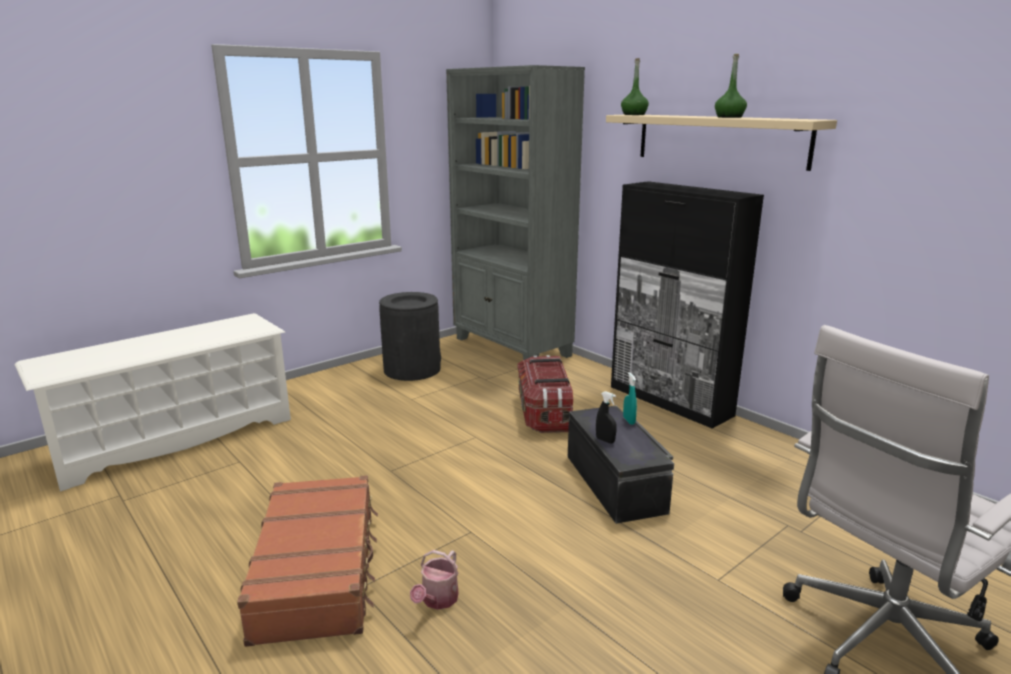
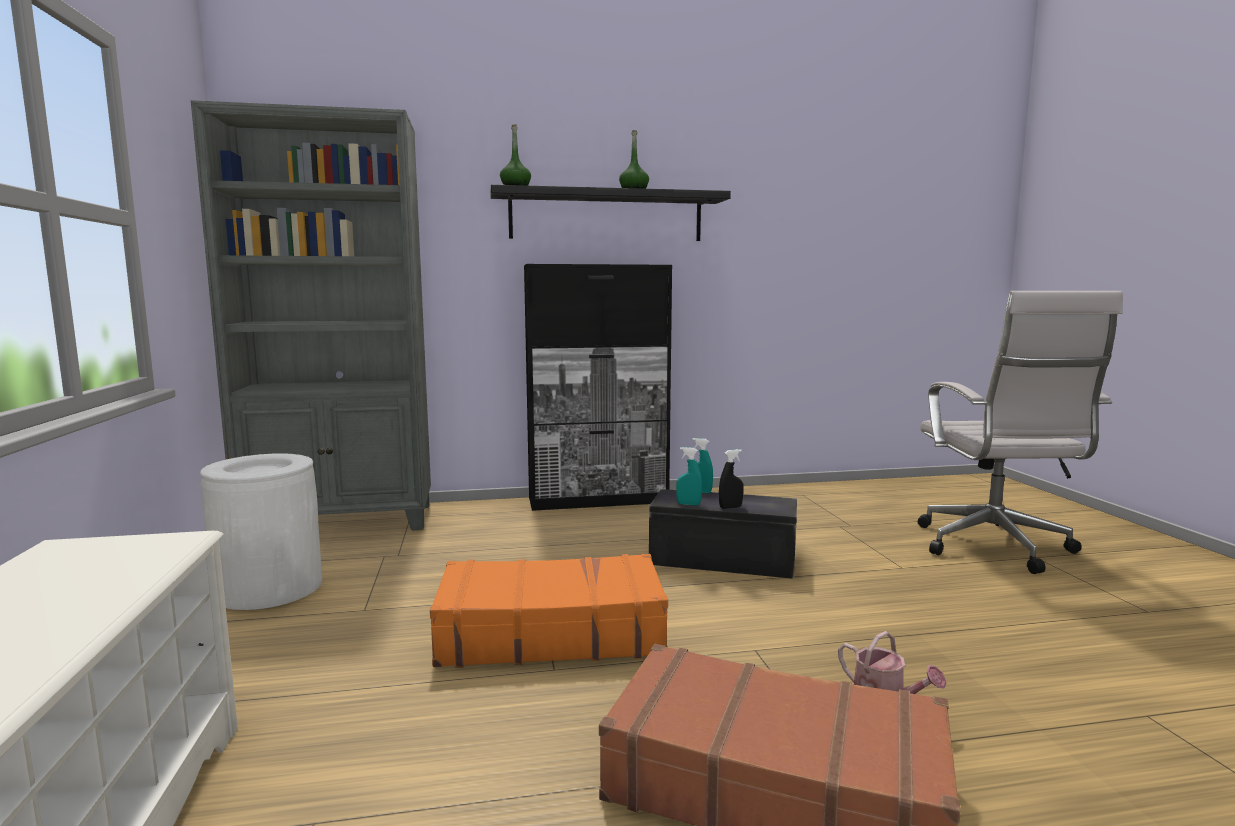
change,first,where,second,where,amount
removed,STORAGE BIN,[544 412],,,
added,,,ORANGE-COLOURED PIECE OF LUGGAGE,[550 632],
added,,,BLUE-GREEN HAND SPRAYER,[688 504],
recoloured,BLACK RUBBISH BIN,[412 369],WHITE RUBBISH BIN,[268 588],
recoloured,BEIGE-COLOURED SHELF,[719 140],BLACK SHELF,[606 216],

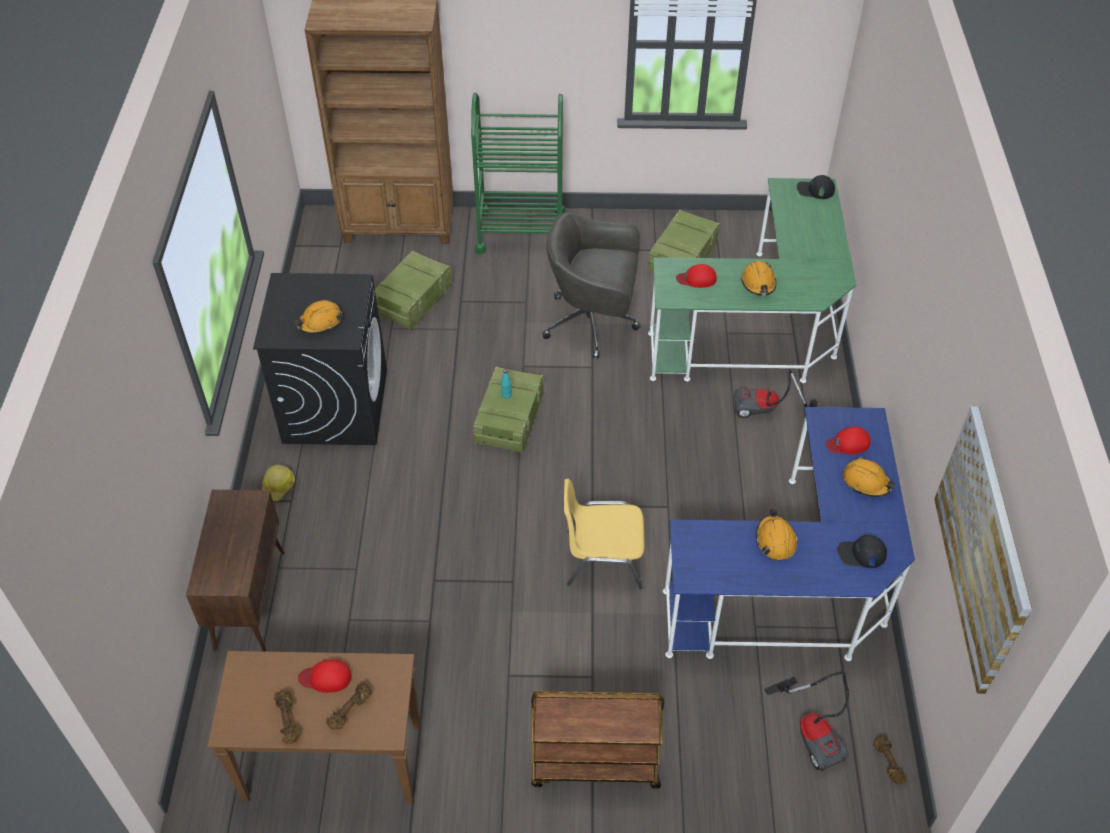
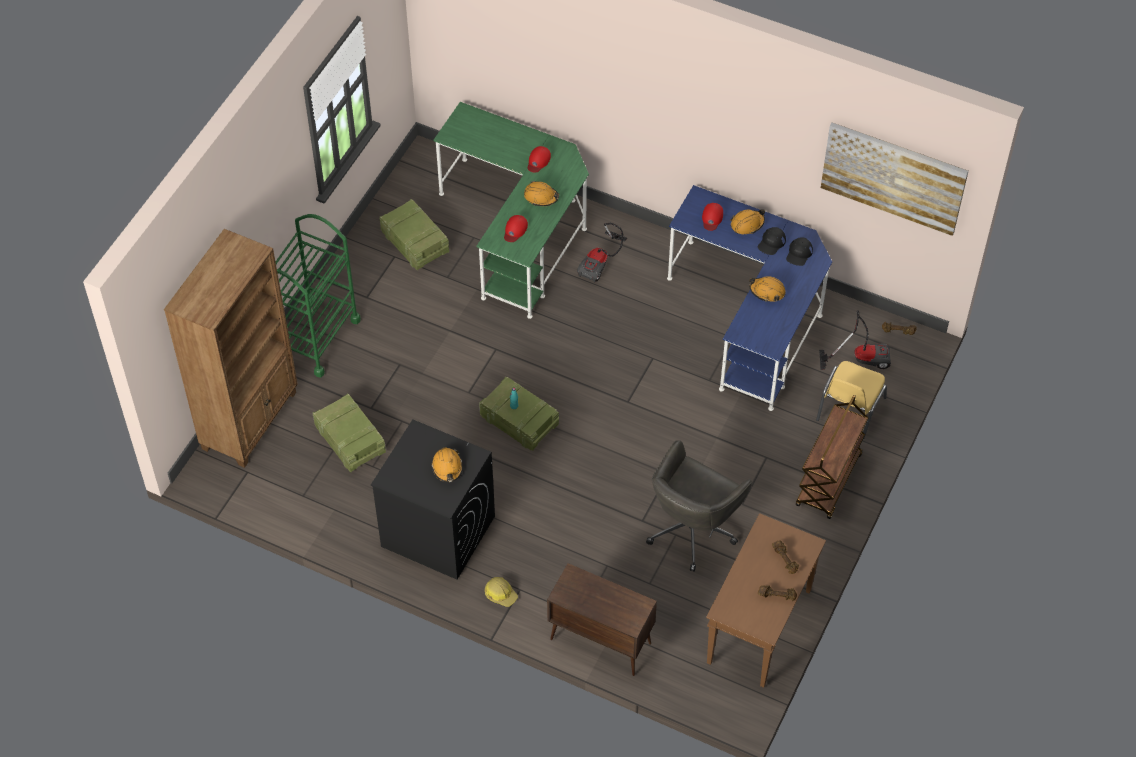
change,first,where,second,where,amount
moved,RED-COLOURED PEAKED CAP,[326 677],,[538 161],
moved,GREY DESK CHAIR,[593 323],,[693 528],
moved,YELLOW PLAIN CHAIR,[602 558],,[849 409],
moved,BLACK PEAKED CAP,[815 190],,[771 243],

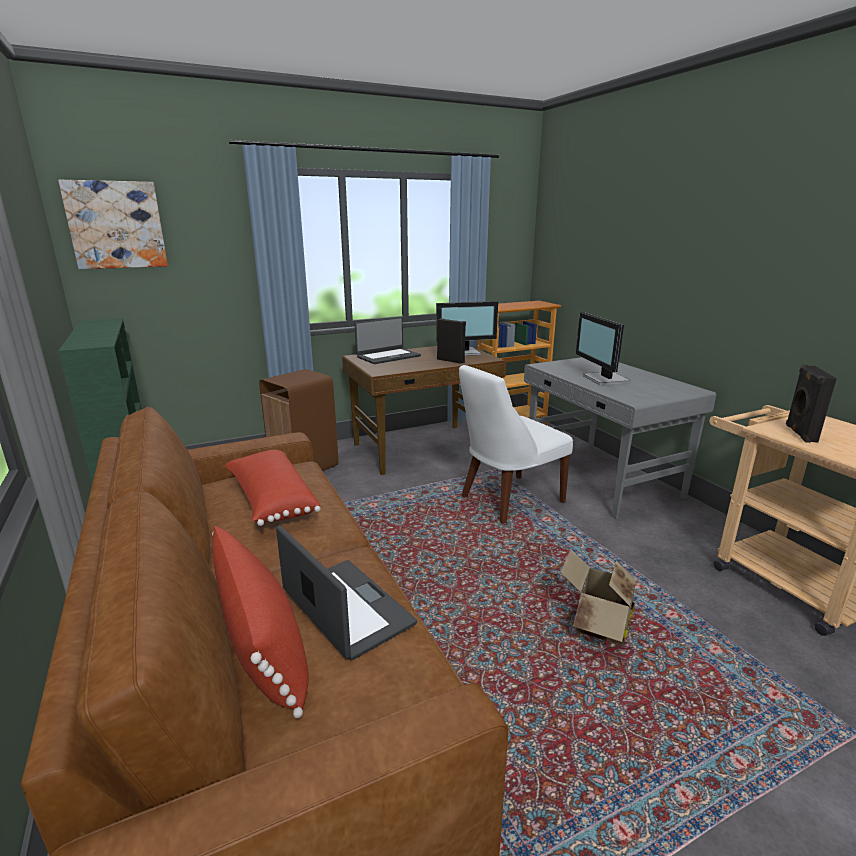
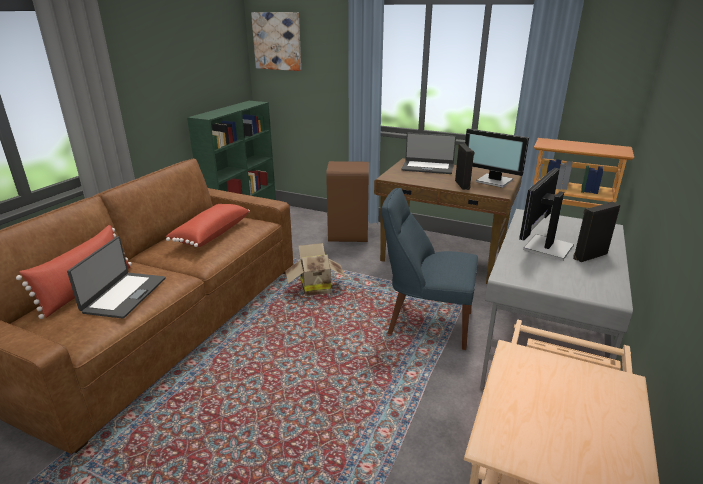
change,first,where,second,where,amount
moved,CARDBOARD BOX,[597 625],,[314 287],
moved,BLACK LOUDSPEAKER,[799 433],,[589 255],
recoloured,WHITE PLAIN CHAIR,[508 500],BLUE-COLOURED PLAIN CHAIR,[425 322],

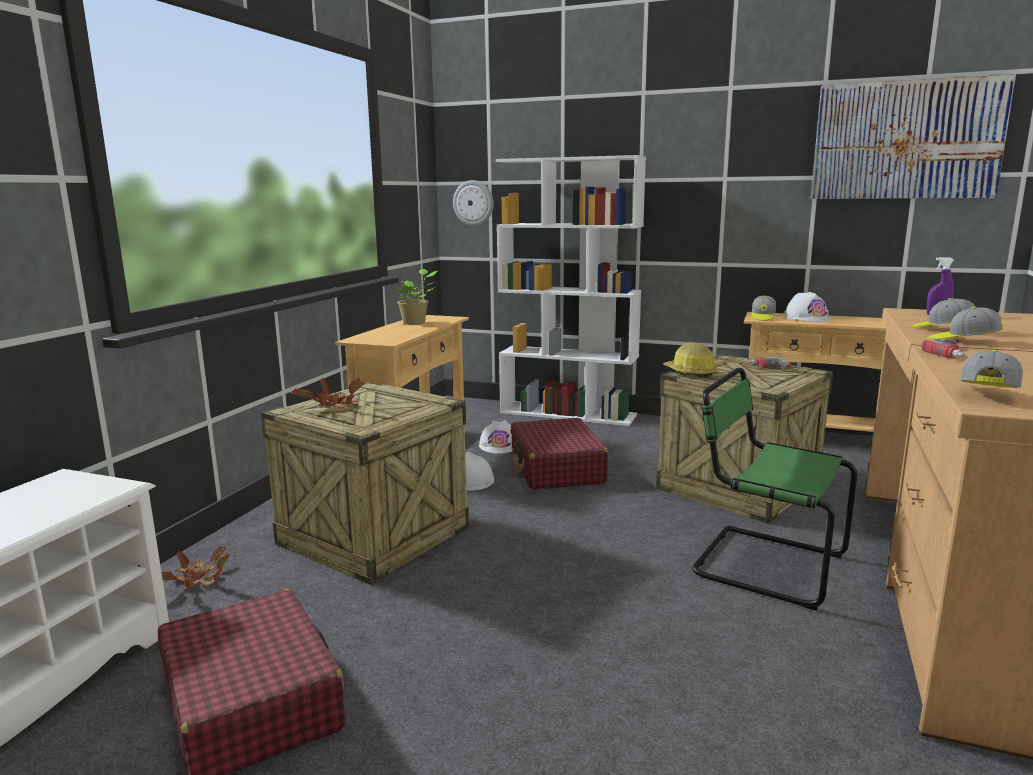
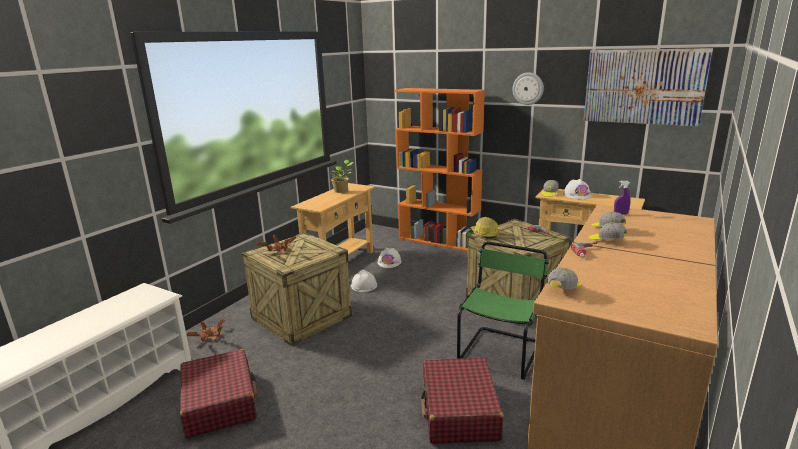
change,first,where,second,where,amount
moved,CLOCK ON THE WALL,[473 203],,[528 88],
moved,RED-COLOURED PIECE OF LUGGAGE,[556 469],,[459 411],
recoloured,WHITE BOOKCASE,[568 413],ORANGE-COLOURED BOOKCASE,[439 241],
turned,GREEN-COLOURED PLAIN CHAIR,[763 564],,[501 351],75 degrees clockwise

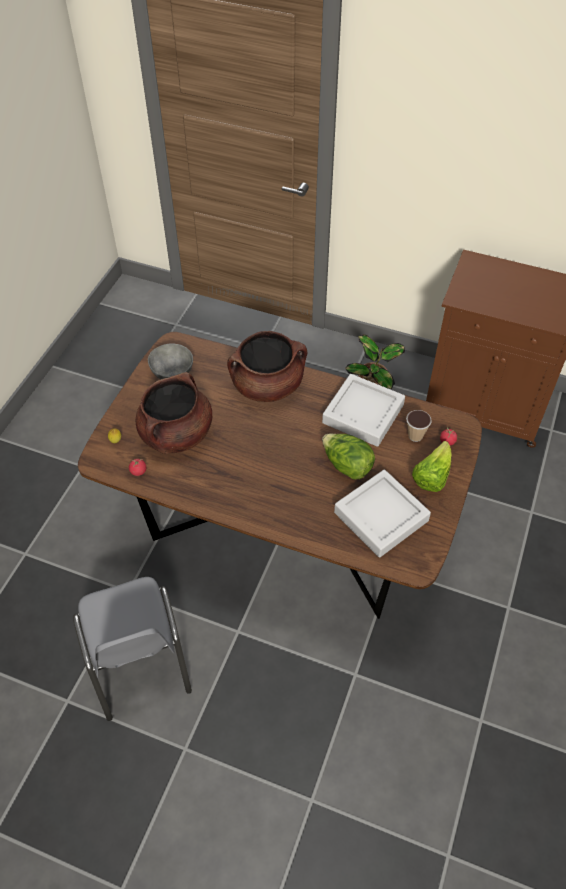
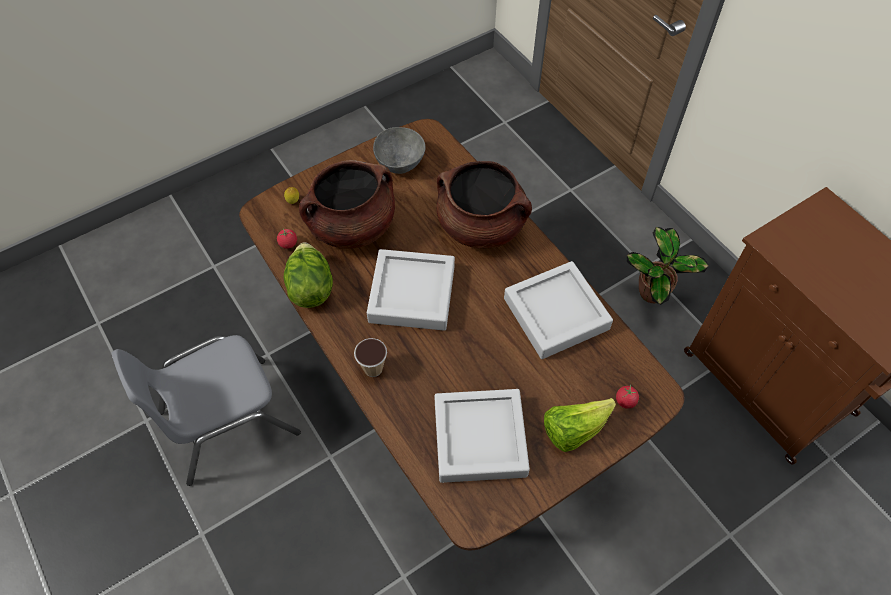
change,first,where,second,where,amount
added,,,GREY TRAY,[412 294],
moved,LETTUCE,[346 466],,[310 288],
moved,CUP,[415 436],,[373 368],
turned,GREY PLAIN CHAIR,[136 658],,[227 421],45 degrees clockwise

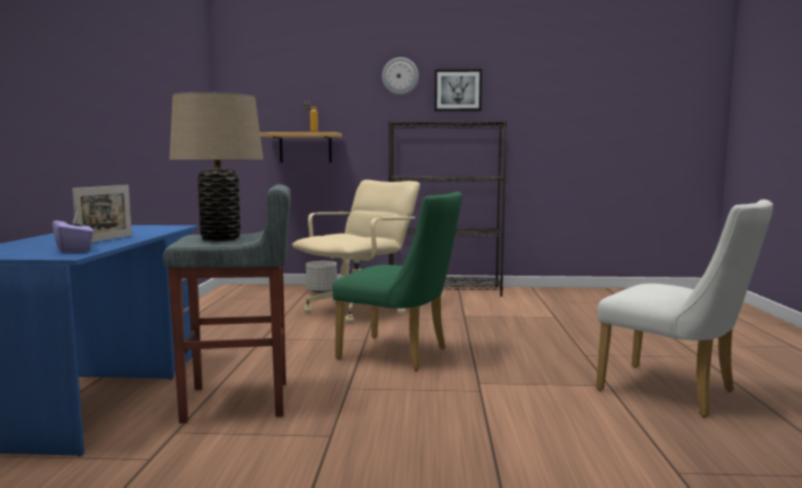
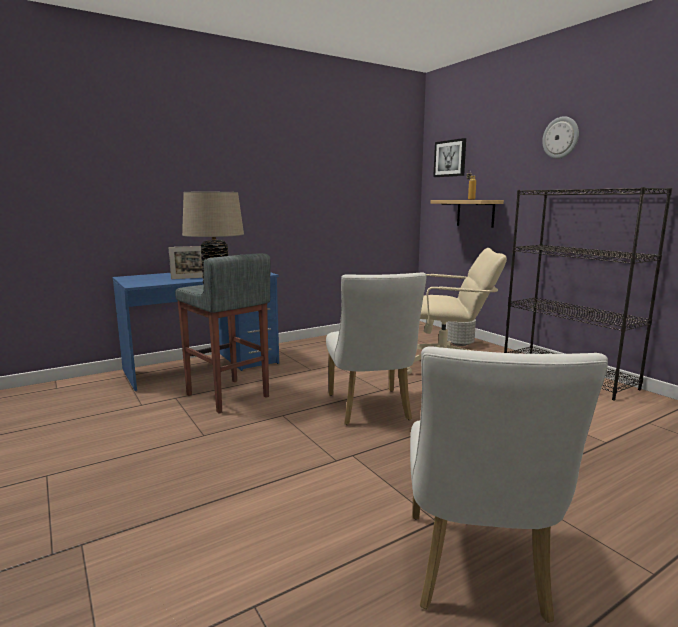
change,first,where,second,where,amount
removed,PURPLISH TISSUE HOLDER,[74 249],,,
moved,WALL ART,[457 90],,[450 158],
recoloured,GREEN-COLOURED PLAIN CHAIR,[400 354],WHITE PLAIN CHAIR,[370 410],

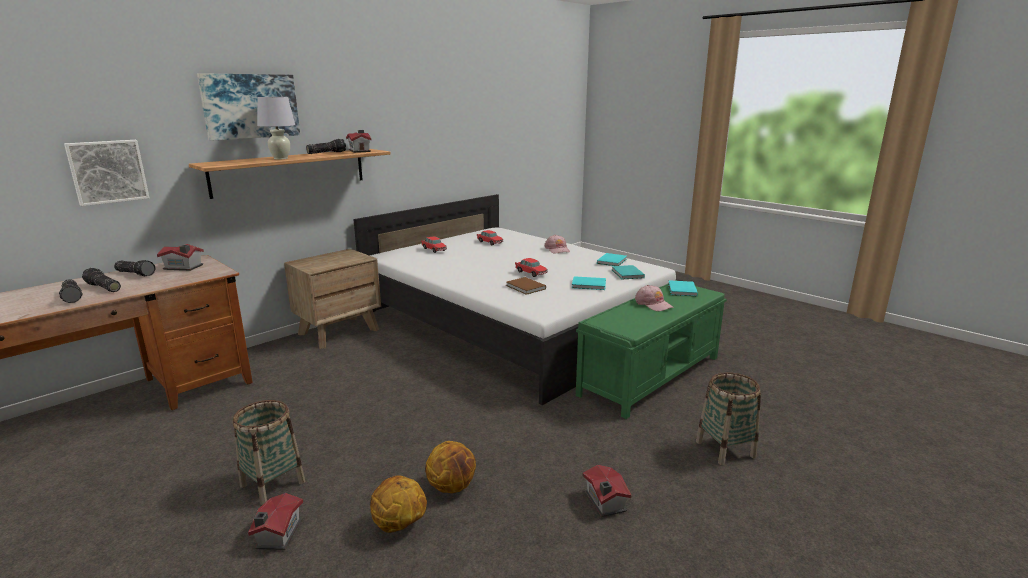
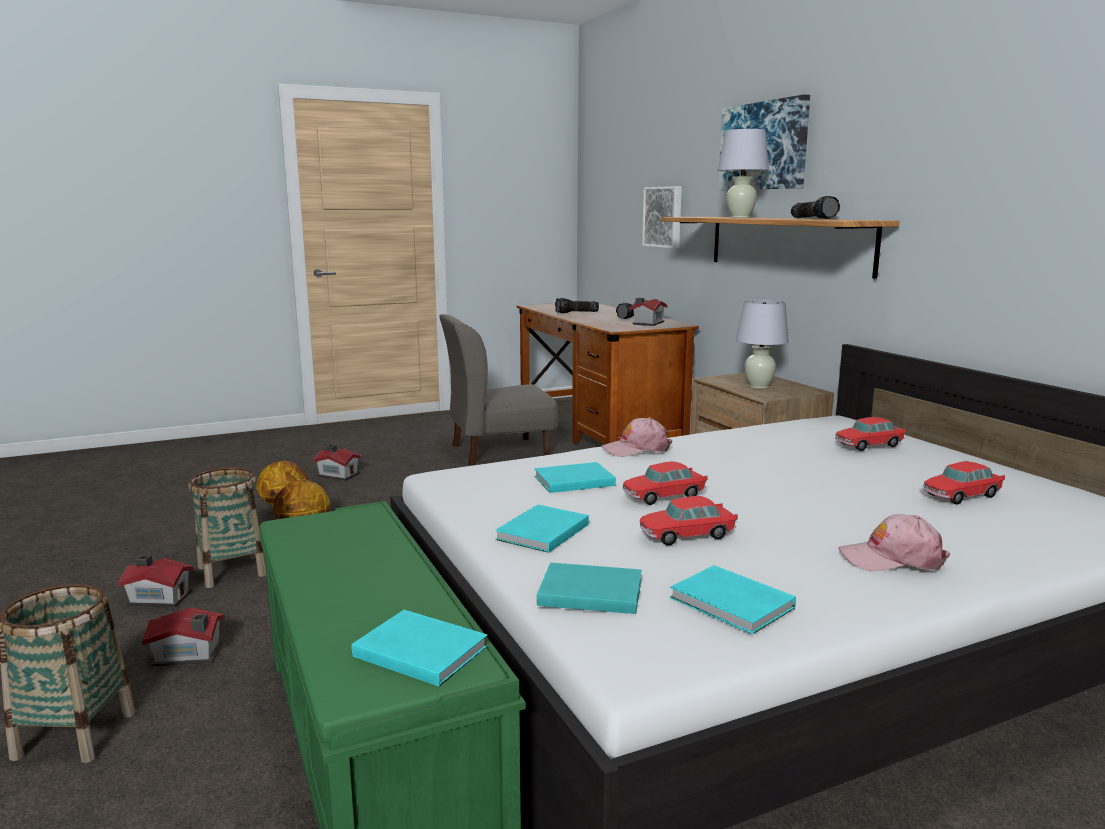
change,first,where,second,where,amount
removed,FLASHLIGHT,[102 288],,,
added,,,GREY PLAIN CHAIR,[498 451],
added,,,MINIATURE CAR,[686 535],
added,,,WHITE LAMP FOR A TABLE,[759 386],
moved,HOUSEHOLD BASKET,[272 484],,[232 571],
moved,MINIATURE HOUSE,[360 151],,[189 655],
moved,PINK-COLOURED PEAKED CAP,[653 304],,[636 449],
recoloured,BROWNISH BOUND BOOK,[525 287],BLUE-GREEN BOUND BOOK,[572 481],

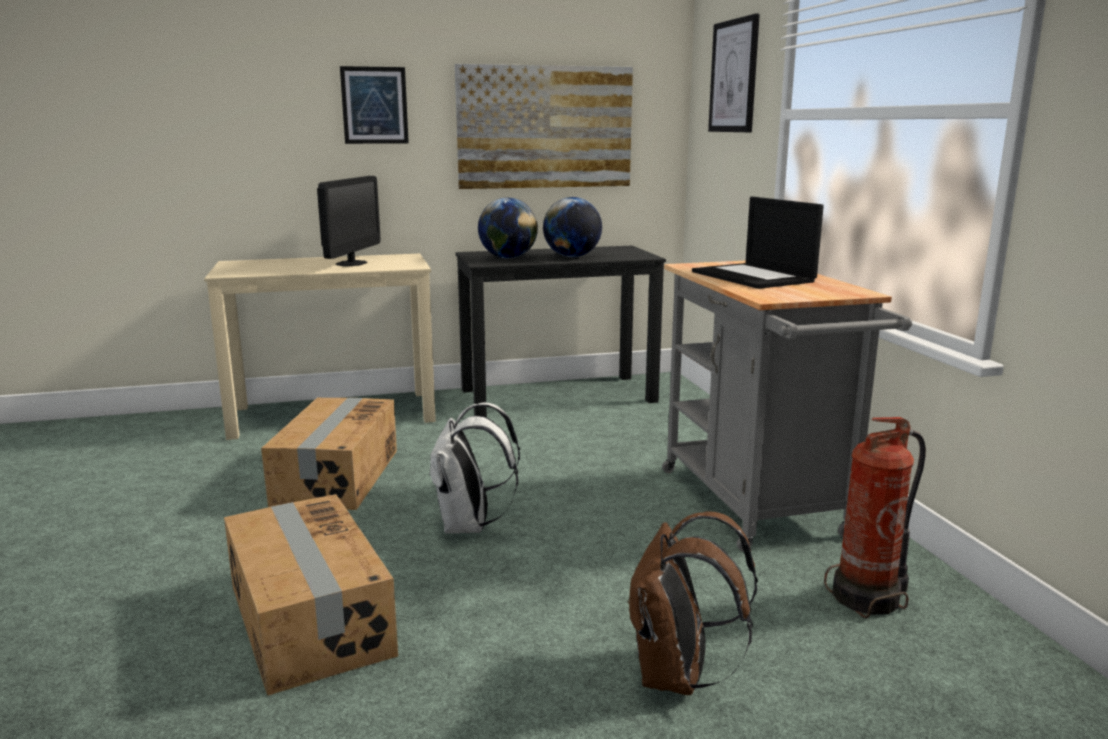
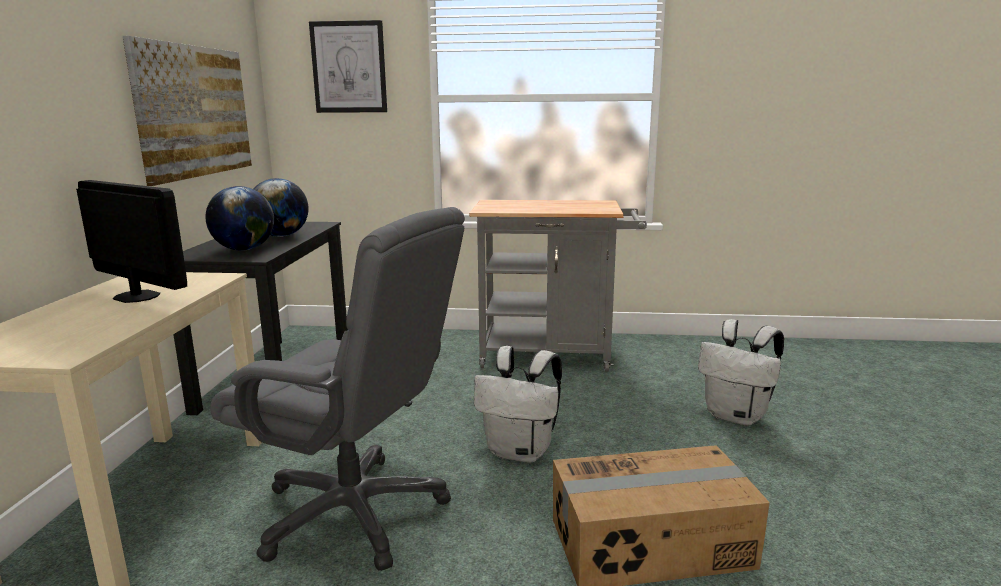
change,first,where,second,where,amount
removed,WALL ART,[374 105],,,
removed,LAPTOP,[754 277],,,
removed,EXTINGUISHER,[869 598],,,
replaced,CARDBOARD BOX,[335 477],GREY DESK CHAIR,[354 513],
recoloured,BROWNISH BACKPACK,[678 677],WHITE BACKPACK,[737 416],

